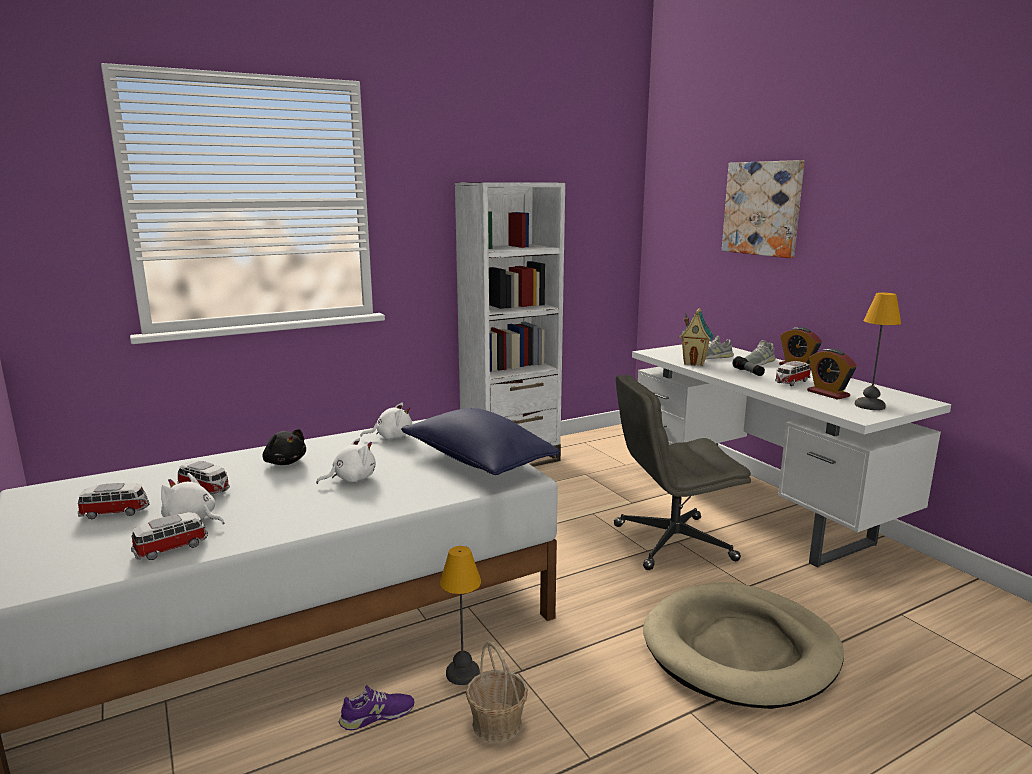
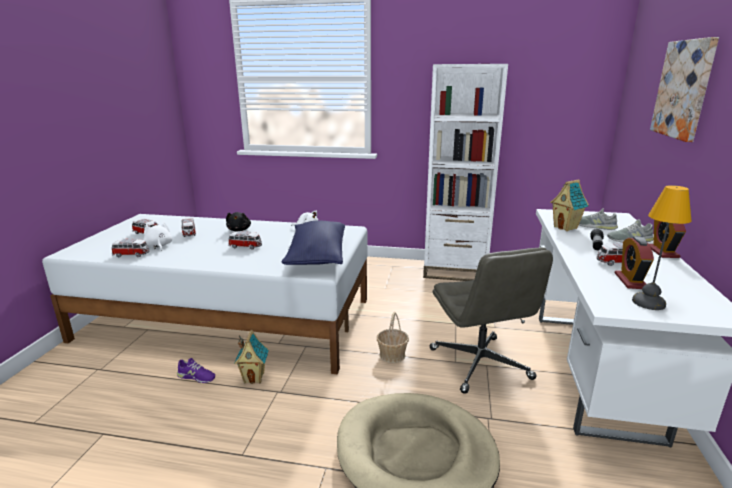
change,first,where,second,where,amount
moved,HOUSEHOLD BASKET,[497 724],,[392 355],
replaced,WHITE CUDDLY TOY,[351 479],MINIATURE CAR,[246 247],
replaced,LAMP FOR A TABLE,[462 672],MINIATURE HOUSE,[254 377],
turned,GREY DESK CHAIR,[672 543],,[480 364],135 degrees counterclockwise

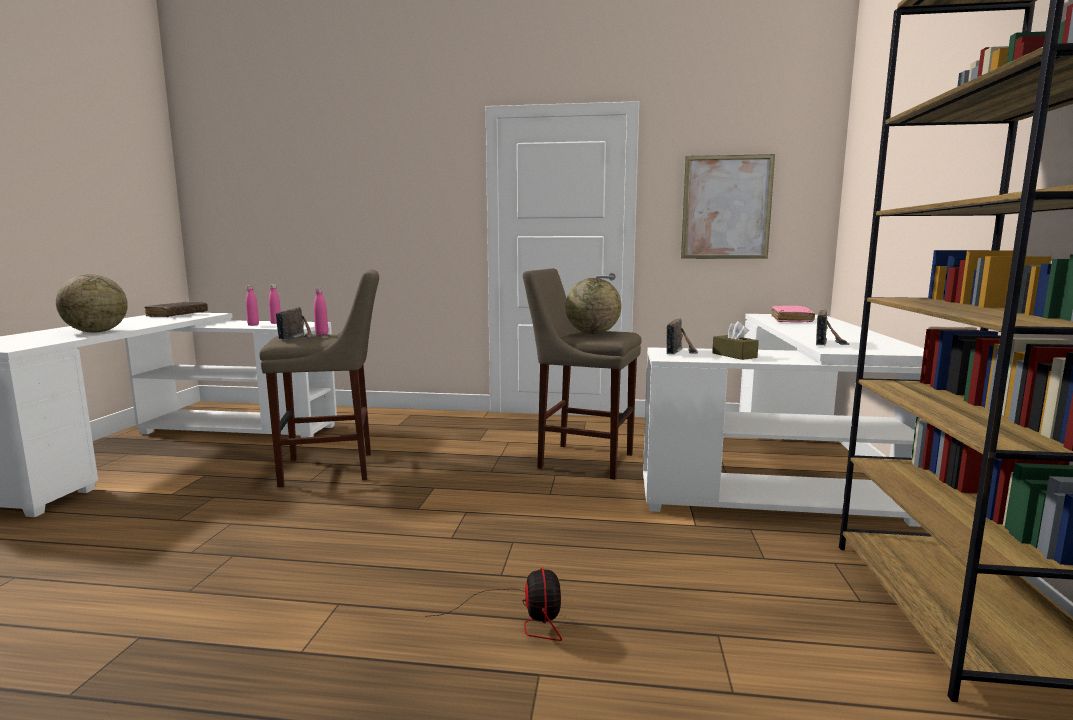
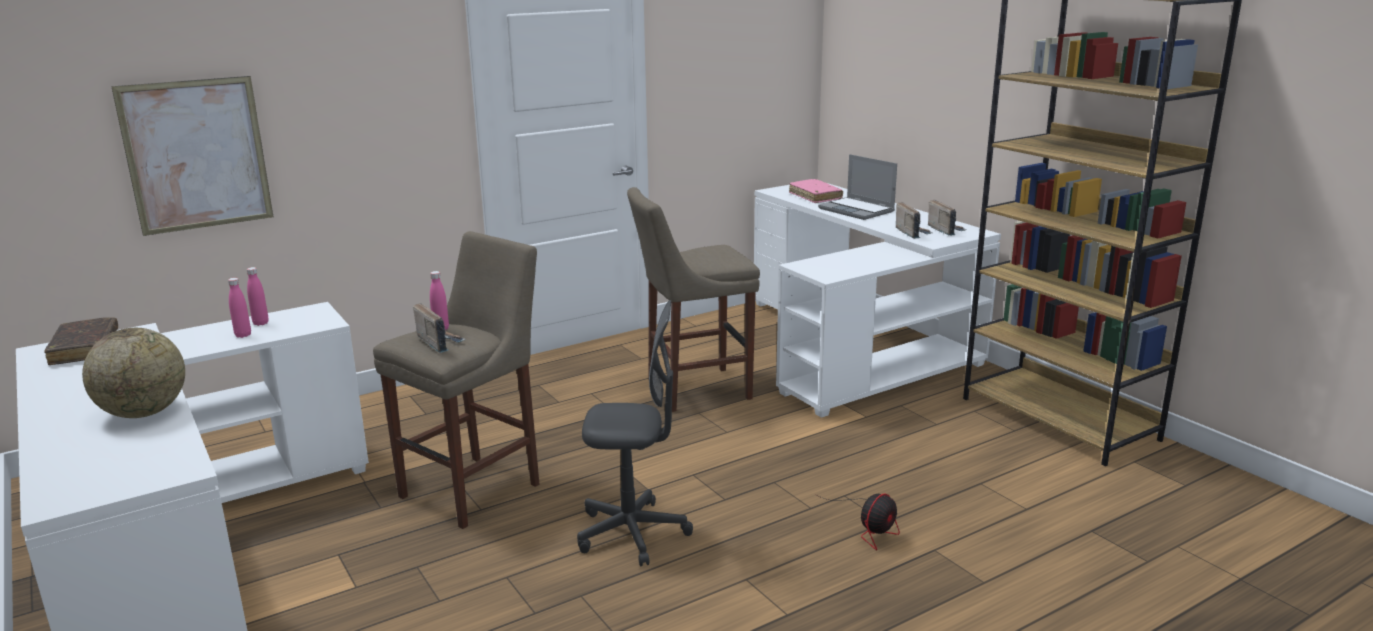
change,first,where,second,where,amount
removed,GLOBE,[592 333],,,
removed,BROWNISH TISSUE HOLDER,[734 355],,,
added,,,GREY DESK CHAIR,[632 533],
added,,,LAPTOP,[857 210],
moved,RADIO RECEIVER,[681 352],,[945 230],
moved,WALL ART,[726 207],,[196 155],
turned,FAN,[521 618],,[872 526],90 degrees clockwise

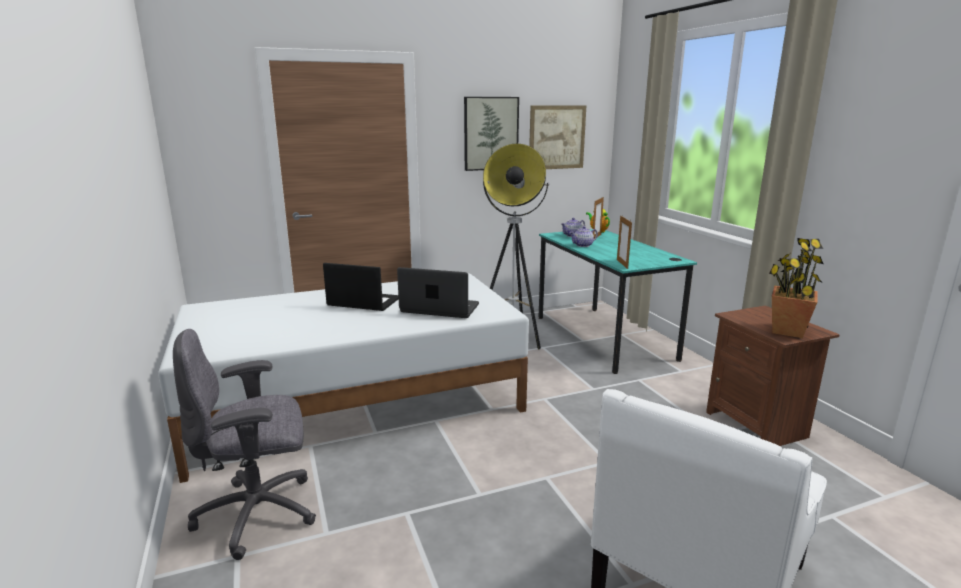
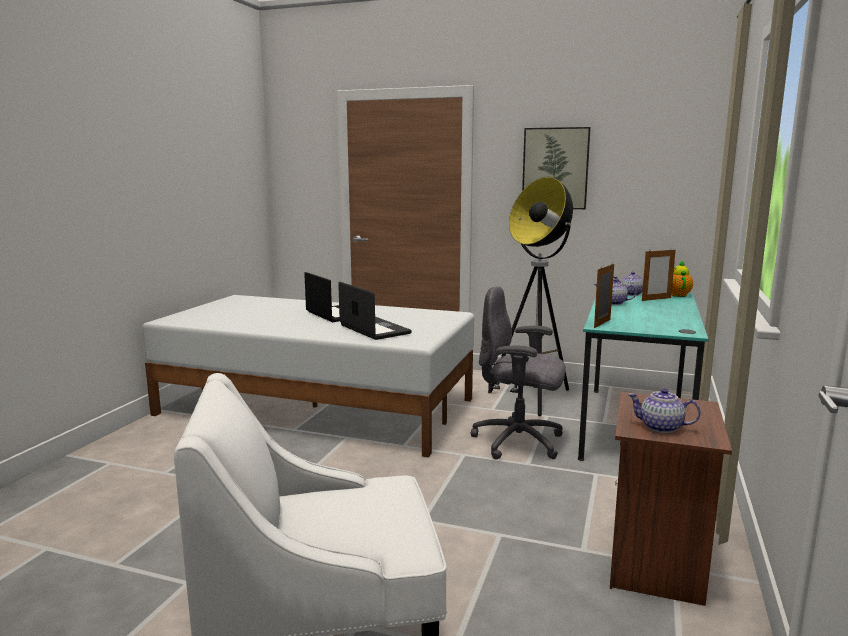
change,first,where,second,where,amount
removed,WALL ART,[557 137],,,
moved,GREY DESK CHAIR,[259 513],,[519 442],
replaced,HOUSEPLANT,[787 331],POT FOR TEA,[661 427],

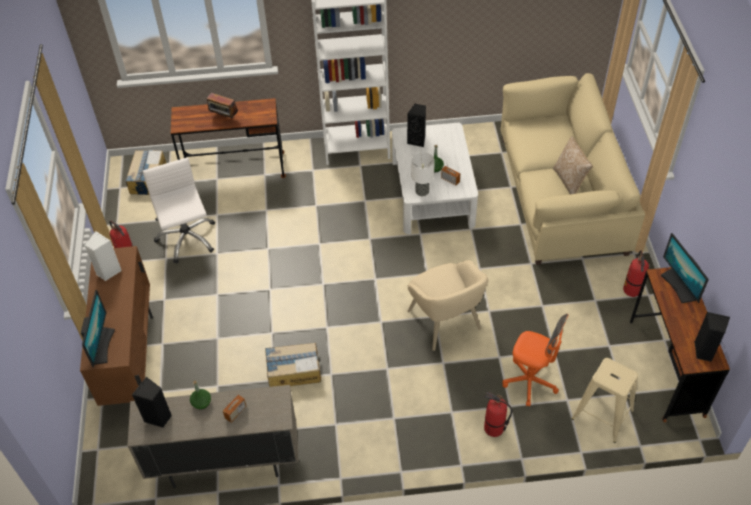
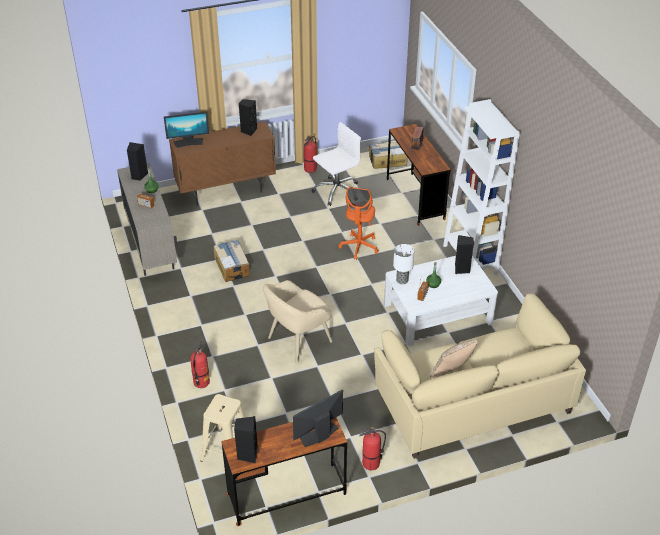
change,first,where,second,where,amount
moved,ORANGE-COLOURED DESK CHAIR,[530 382],,[359 247],
recoloured,WHITE LOUDSPEAKER,[108 271],BLACK LOUDSPEAKER,[248 131],

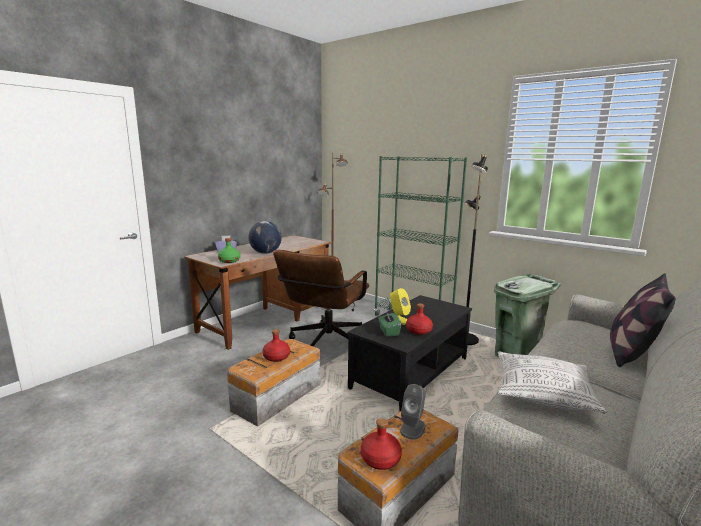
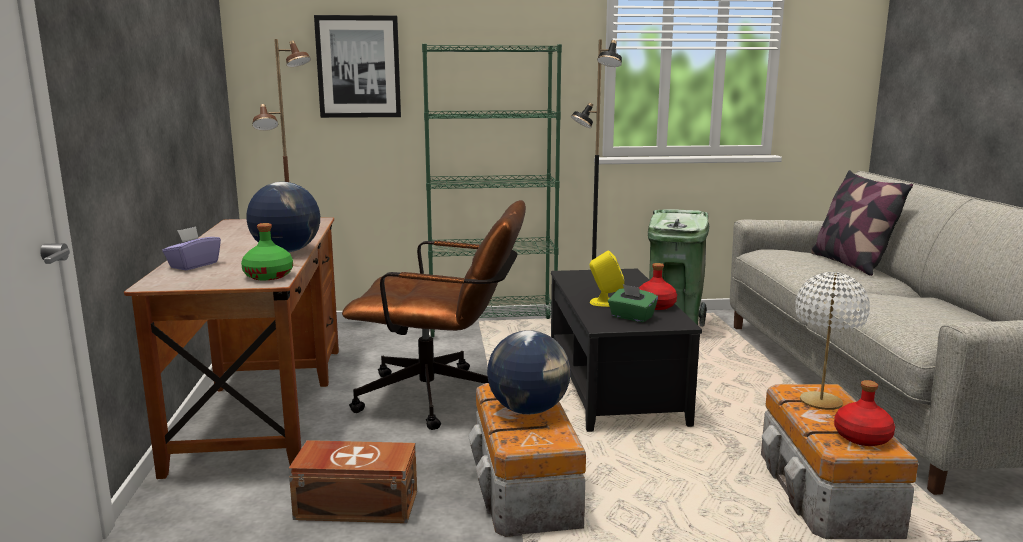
change,first,where,second,where,amount
removed,PILLOW,[543 393],,,
added,,,BROWNISH STORAGE BIN,[355 504],
added,,,WALL ART,[358 67],
replaced,RED-COLOURED BOTTLE,[276 357],GLOBE,[528 410],
replaced,GREY LOUDSPEAKER,[412 428],WHITE LAMP FOR A TABLE,[820 402],
turned,BROWNISH DESK CHAIR,[324 344],,[442 398],60 degrees counterclockwise

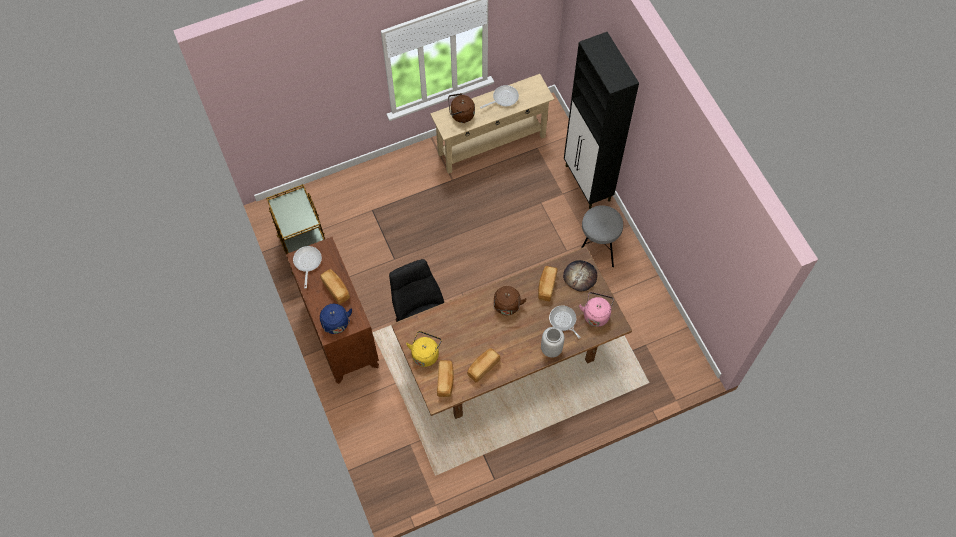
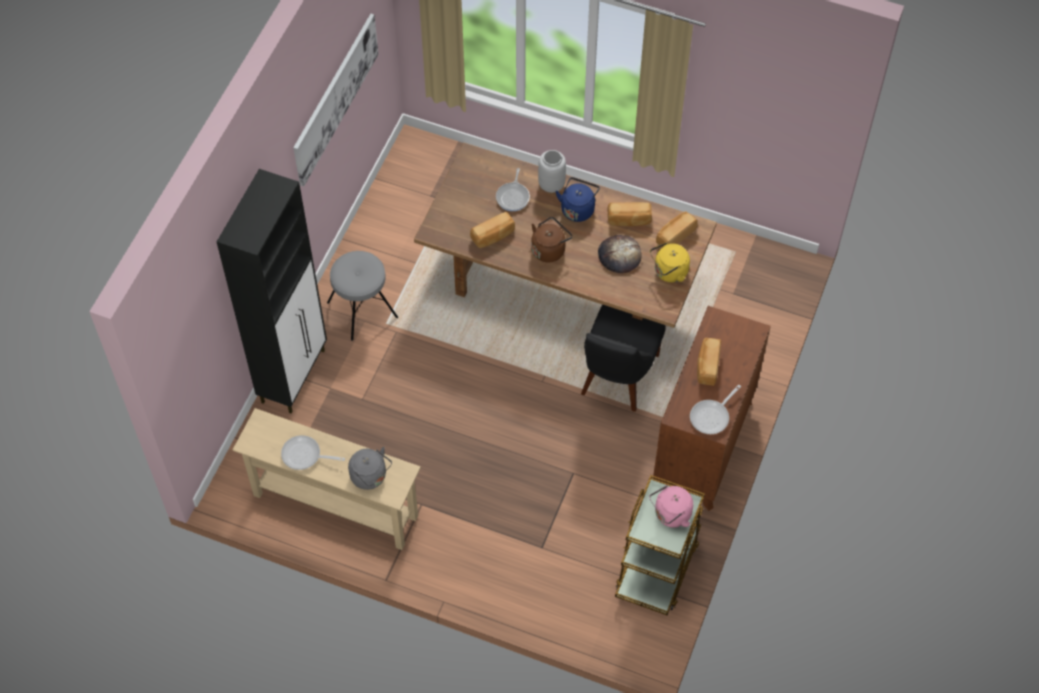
change,first,where,second,where,amount
added,,,WALL ART,[335 98],
moved,BLUE-COLOURED KETTLE,[336 324],,[578 208],
moved,BREAD,[580 276],,[619 255],
moved,PINK-COLOURED KETTLE,[596 314],,[670 515],
recoloured,BROWNISH KETTLE,[461 115],GREY KETTLE,[370 477],

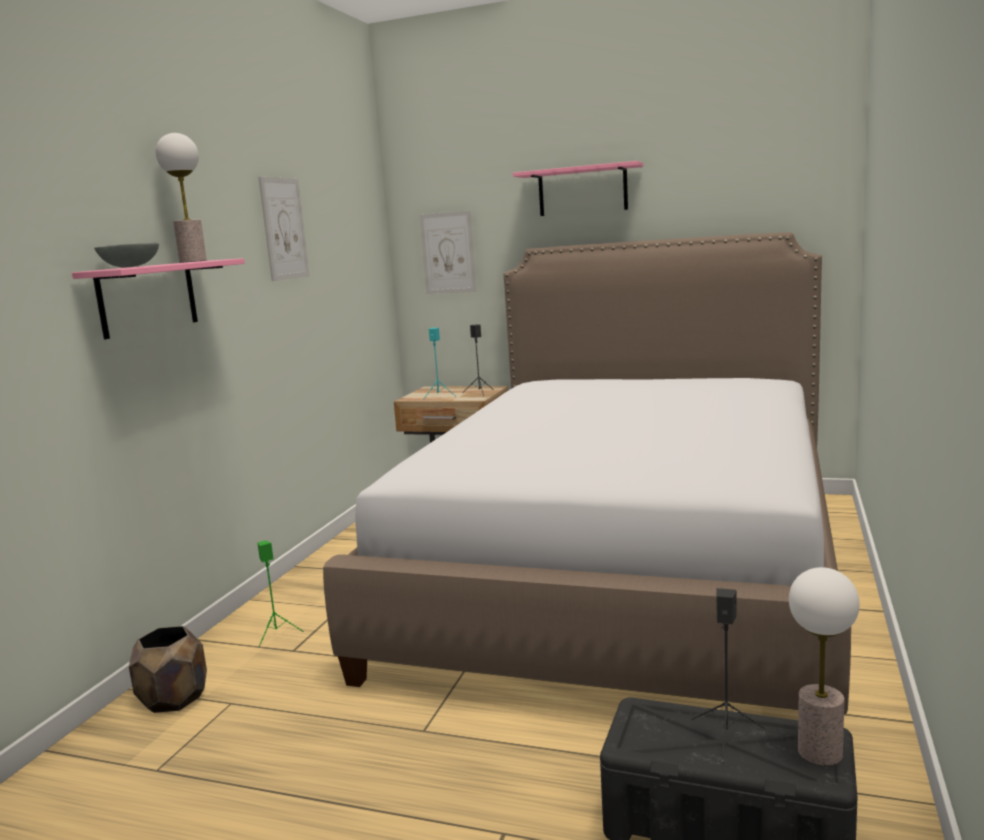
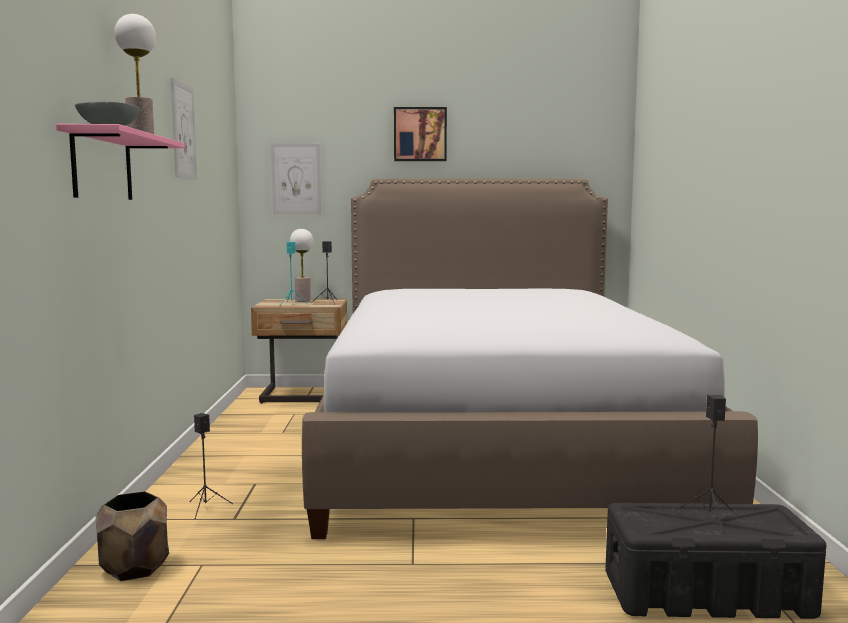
change,first,where,second,where,amount
moved,LAMP FOR A TABLE,[819 753],,[302 301],
replaced,PINK-COLOURED SHELF,[582 190],WALL ART,[420 134],
recoloured,GREEN-COLOURED LOUDSPEAKER,[277 634],BLACK LOUDSPEAKER,[206 507],

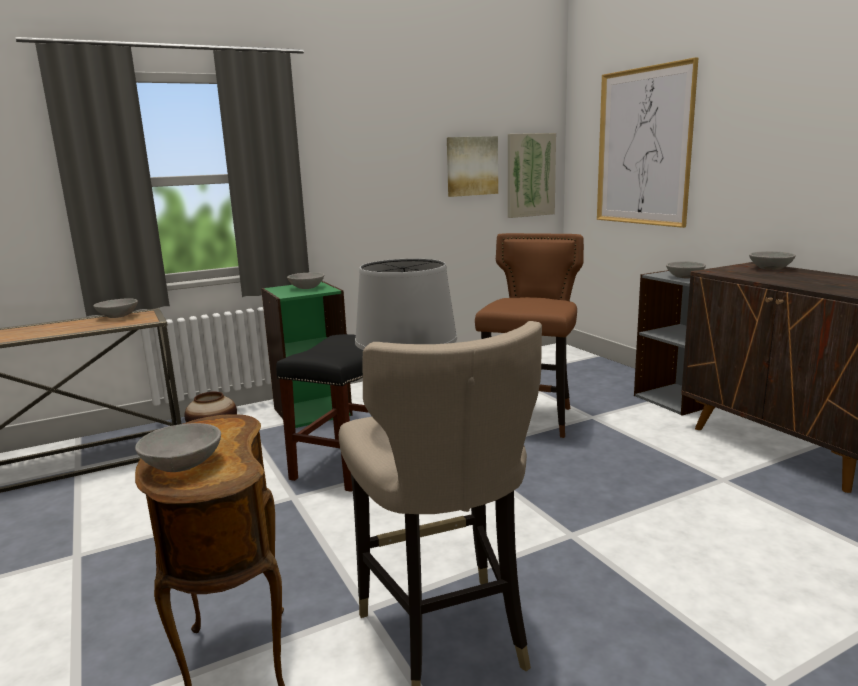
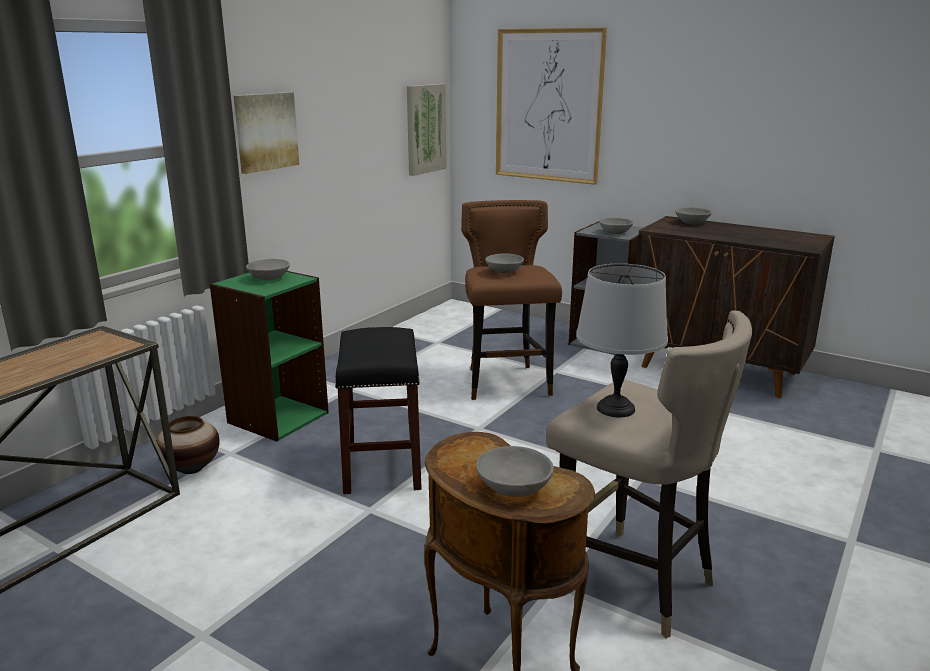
change,first,where,second,where,amount
moved,GREY SERVING BOWL,[117 316],,[504 271],
moved,WALL ART,[471 166],,[265 131],

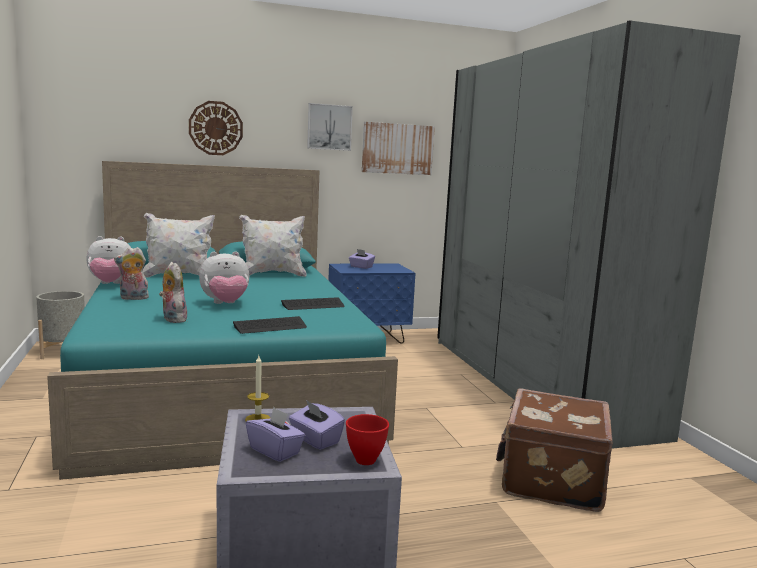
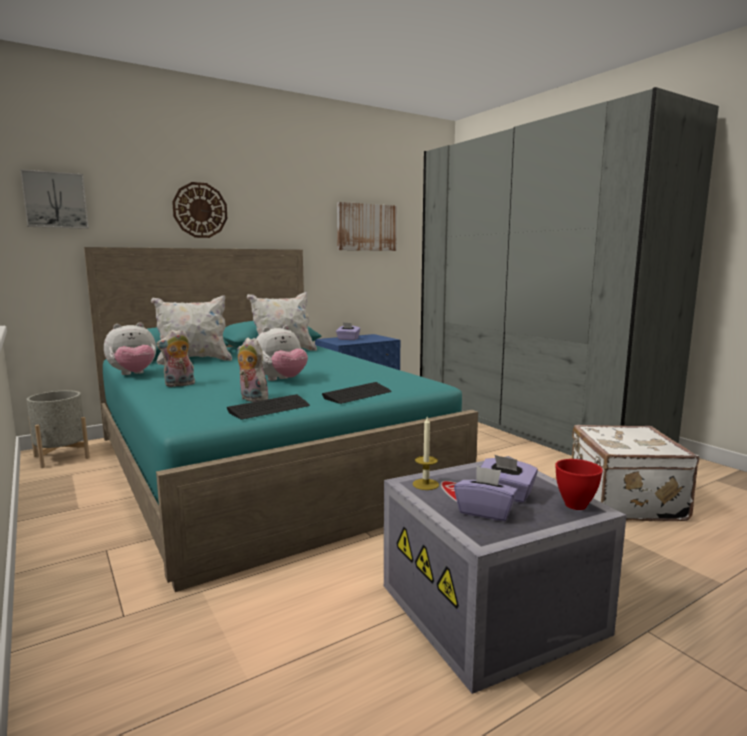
change,first,where,second,where,amount
moved,KEYBOARD,[313 305],,[269 409],
moved,WALL ART,[329 127],,[55 200],
recoloured,BROWNISH PIECE OF LUGGAGE,[550 479],WHITE PIECE OF LUGGAGE,[623 501],

